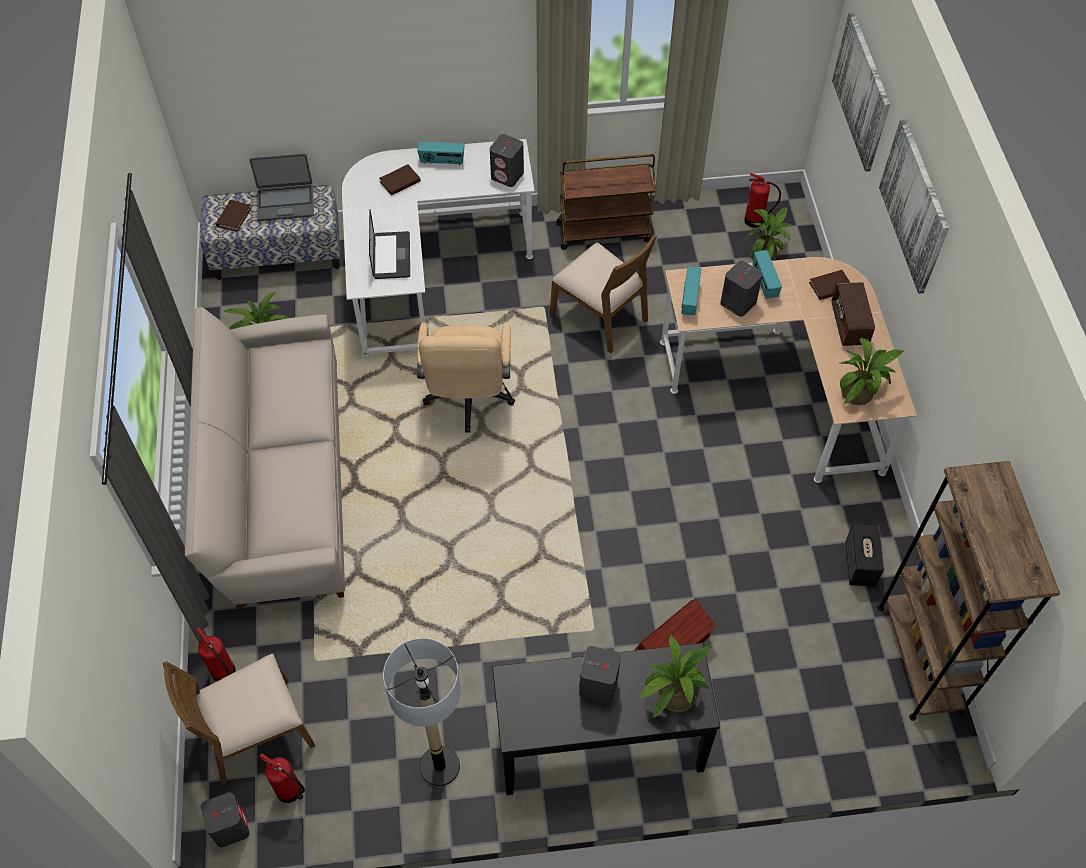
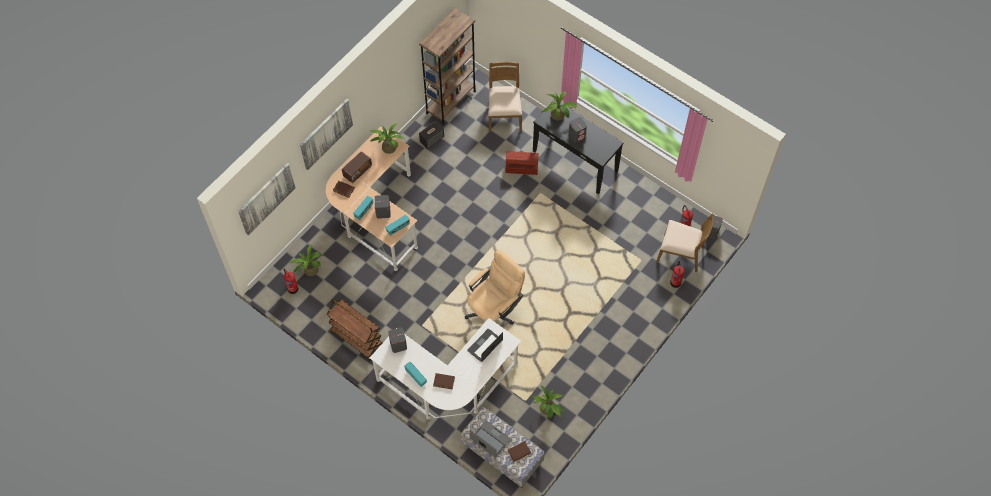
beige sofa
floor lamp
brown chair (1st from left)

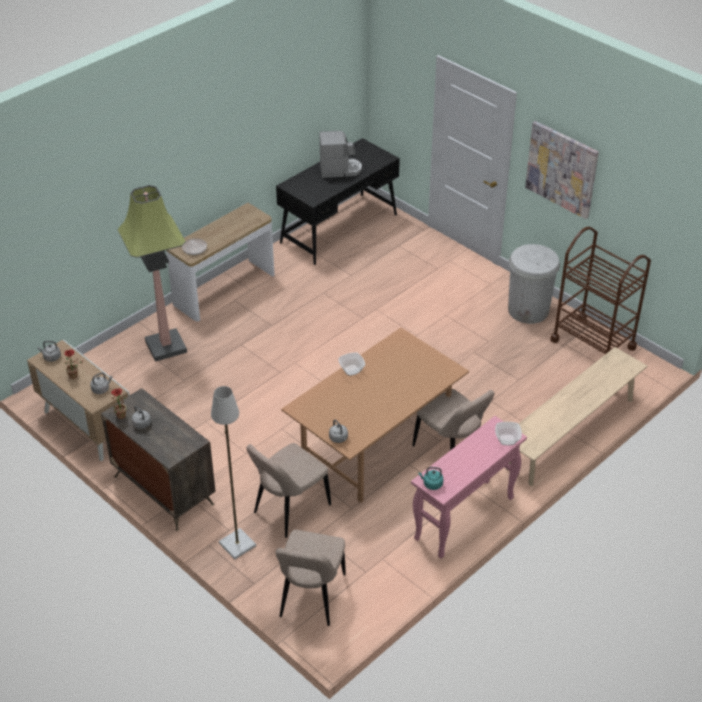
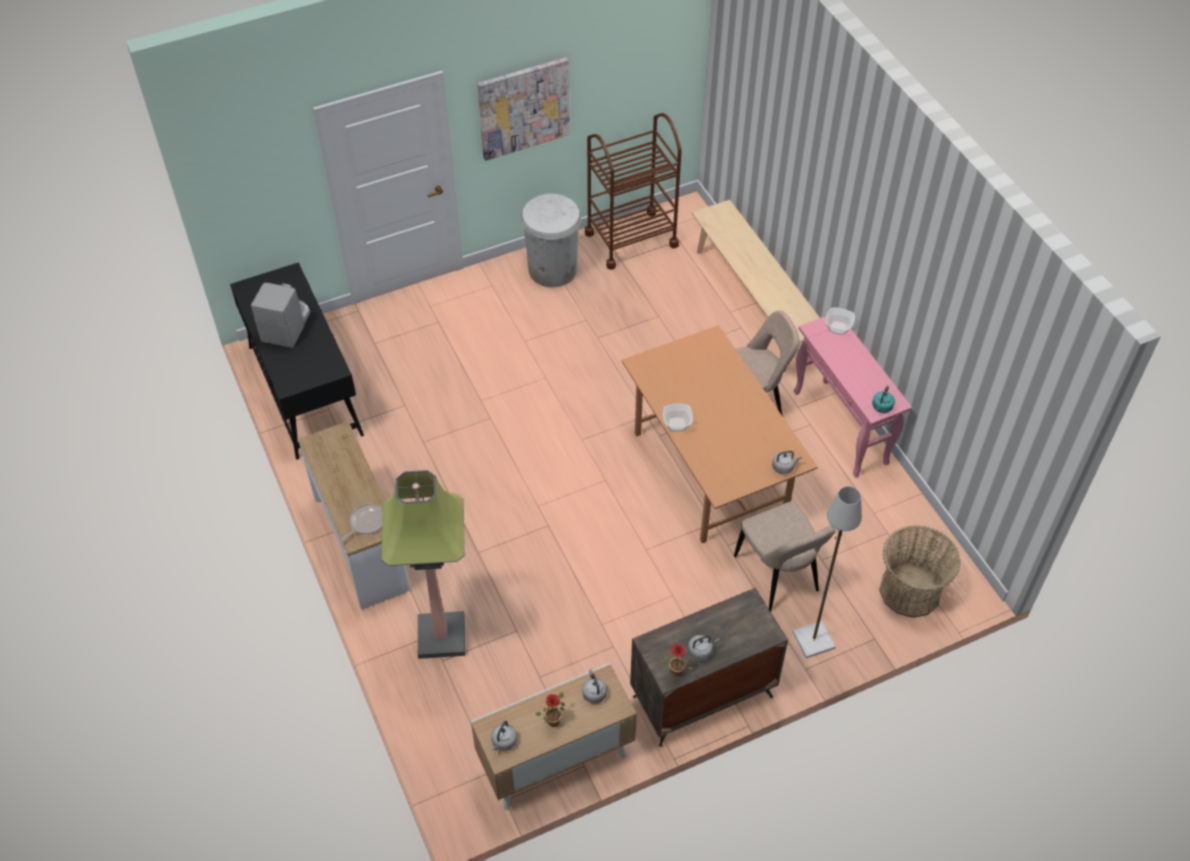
basket

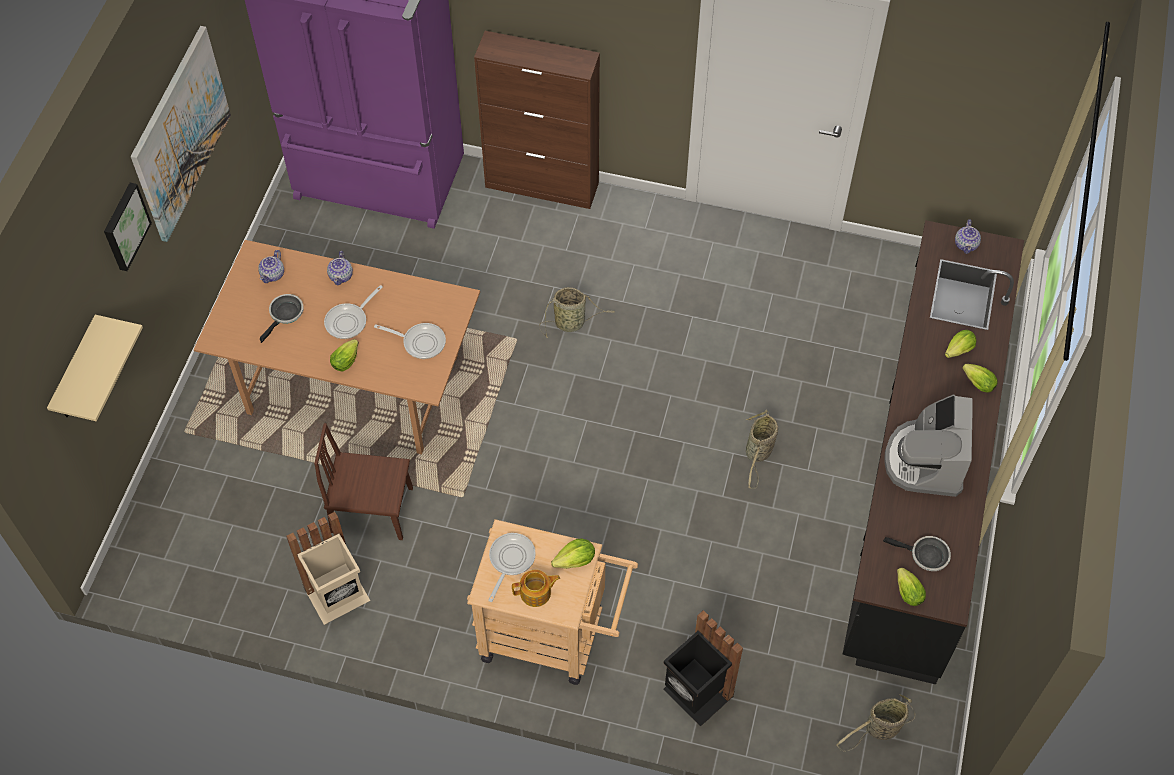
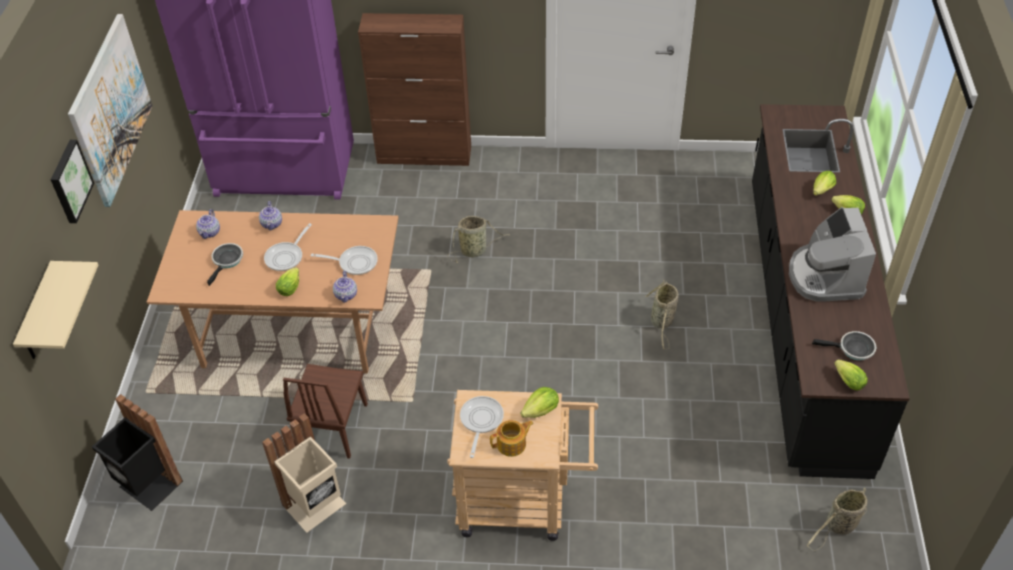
black trash can
teapot (3rd from left)
brown chair

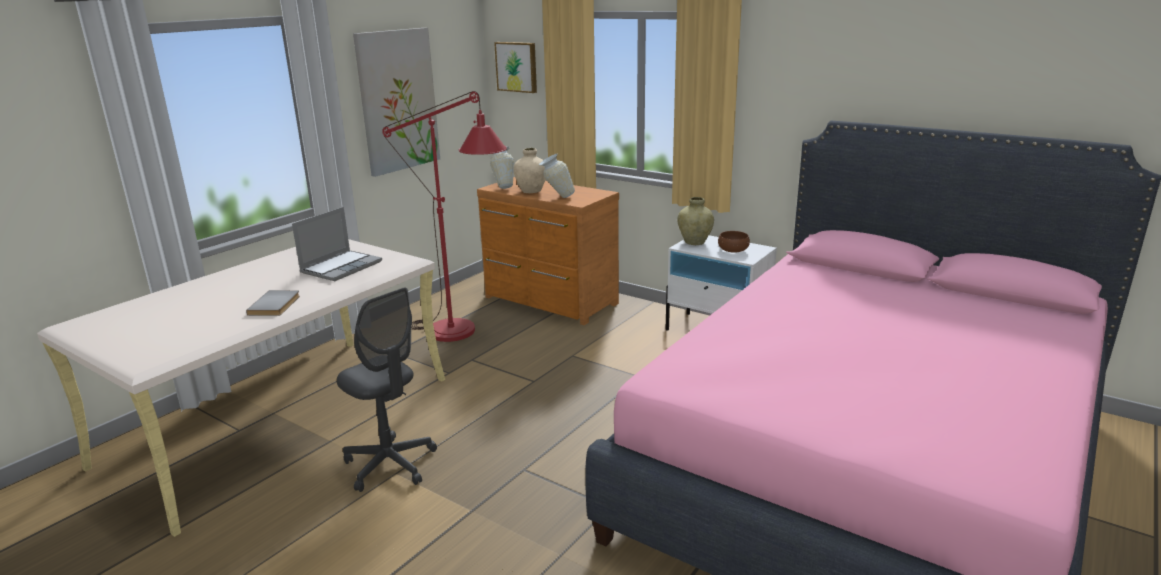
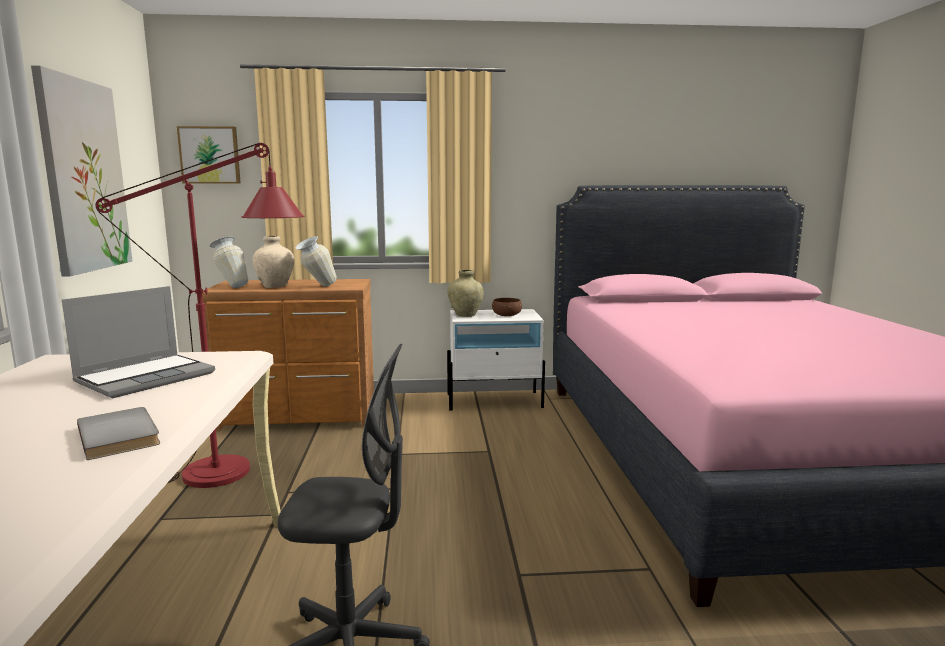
laptop

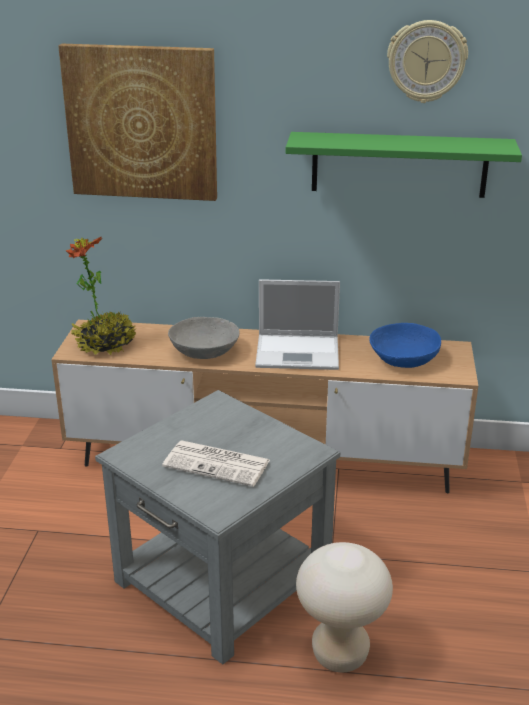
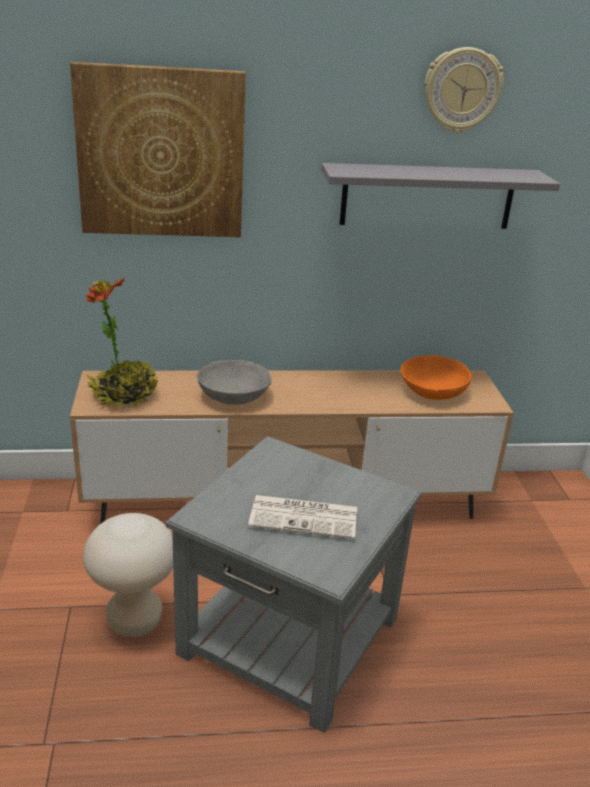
laptop
beige stool
grey shelf
orange bowl

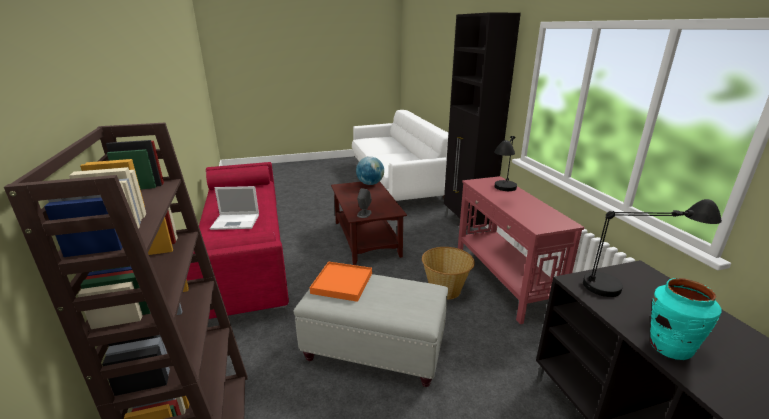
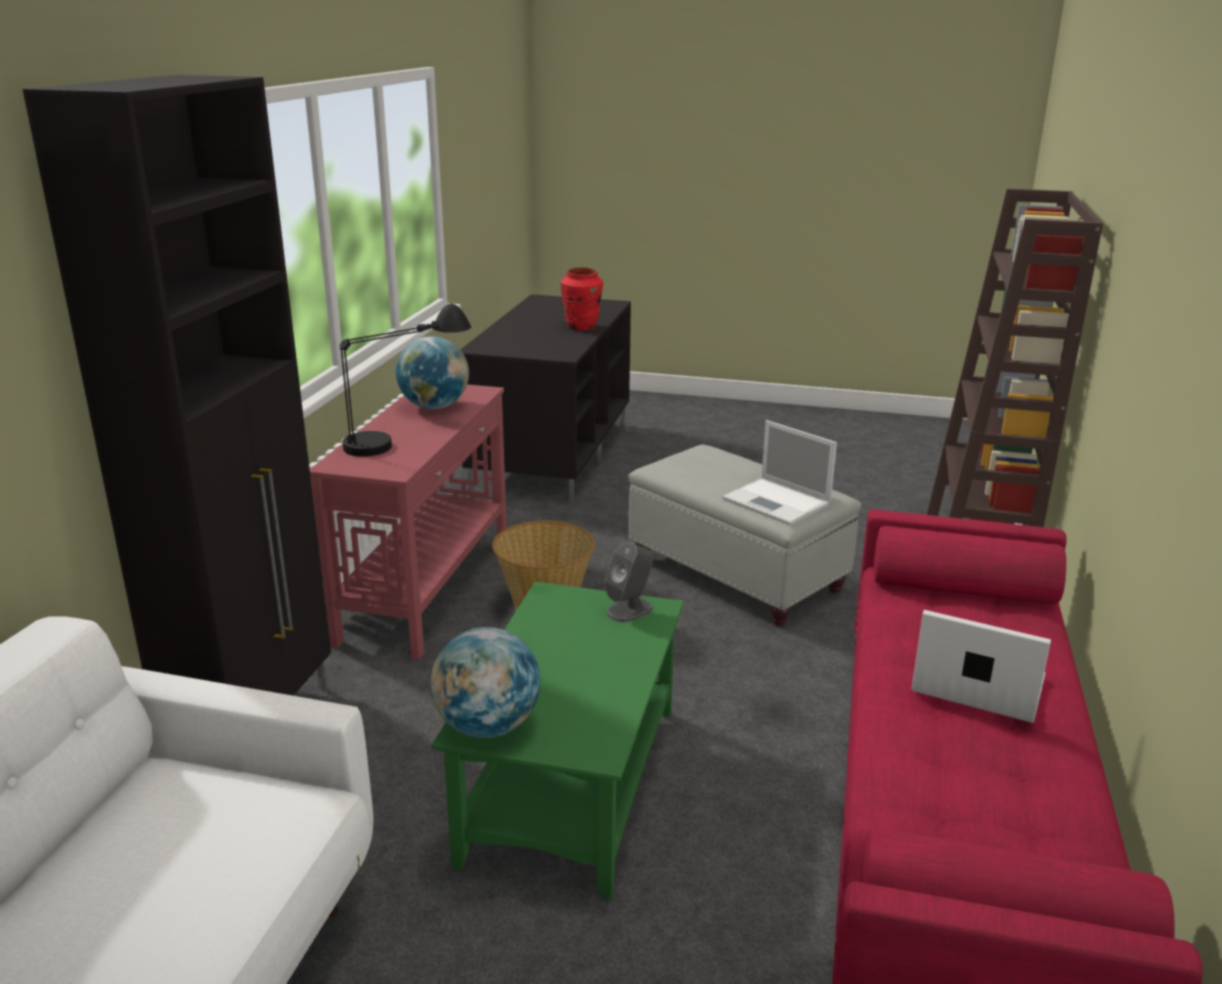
black table lamp (2nd from left in the first image)
globe (1st from left)
laptop (1st from left)
green coffee table
red vase

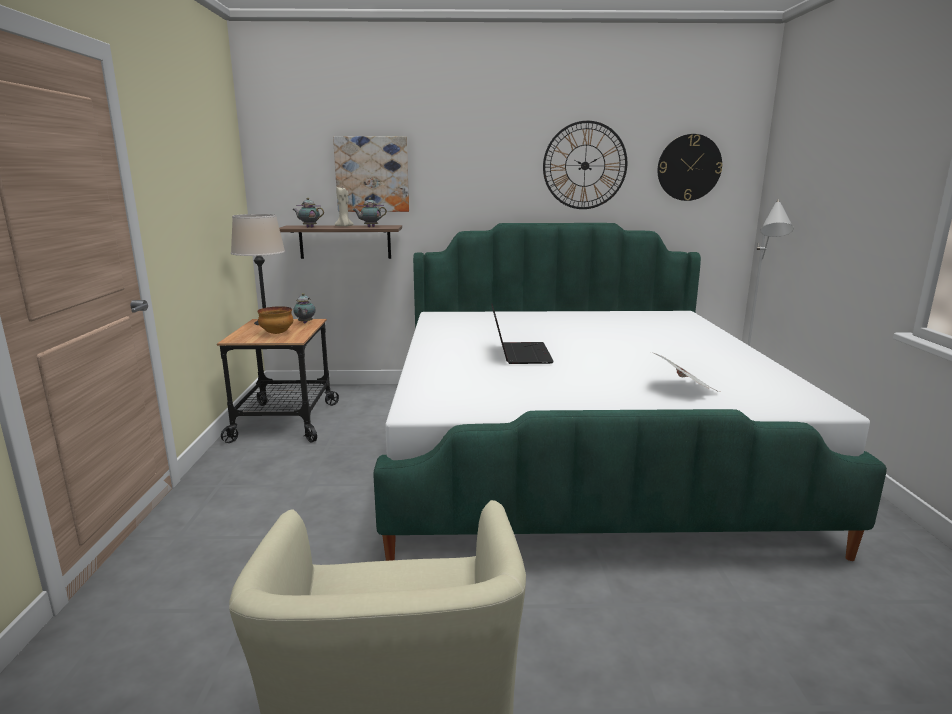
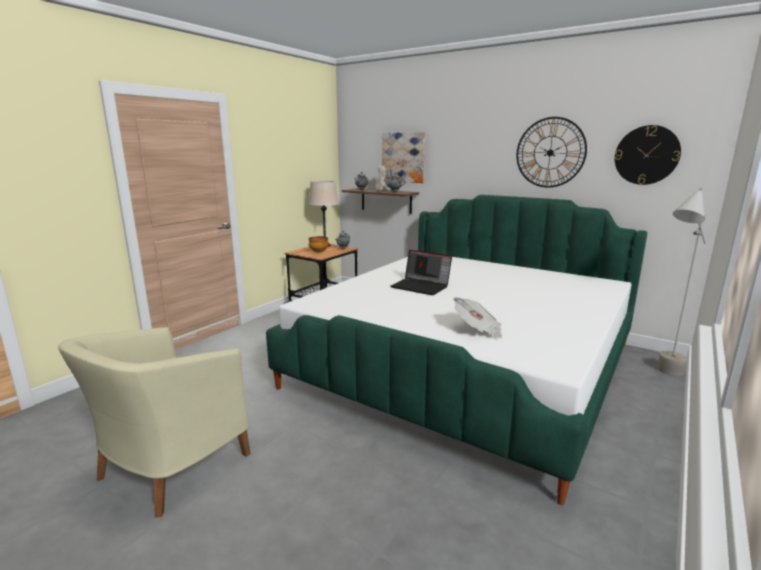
laptop

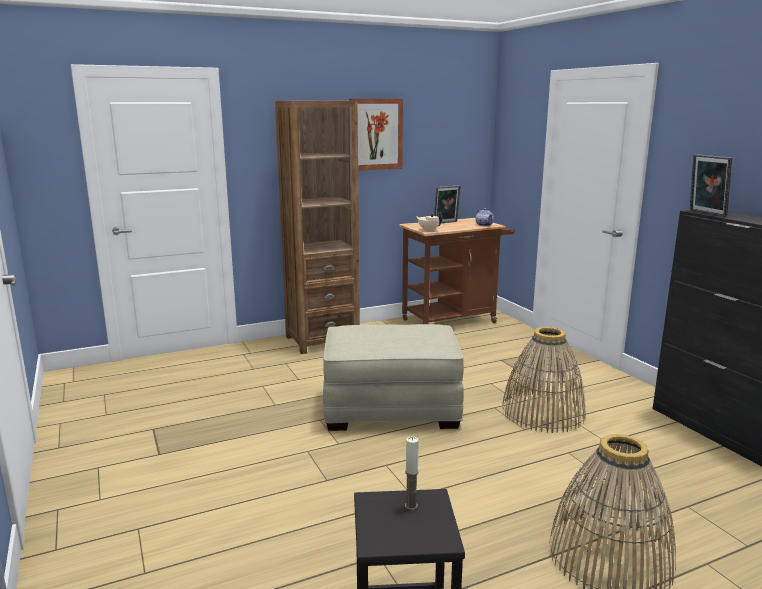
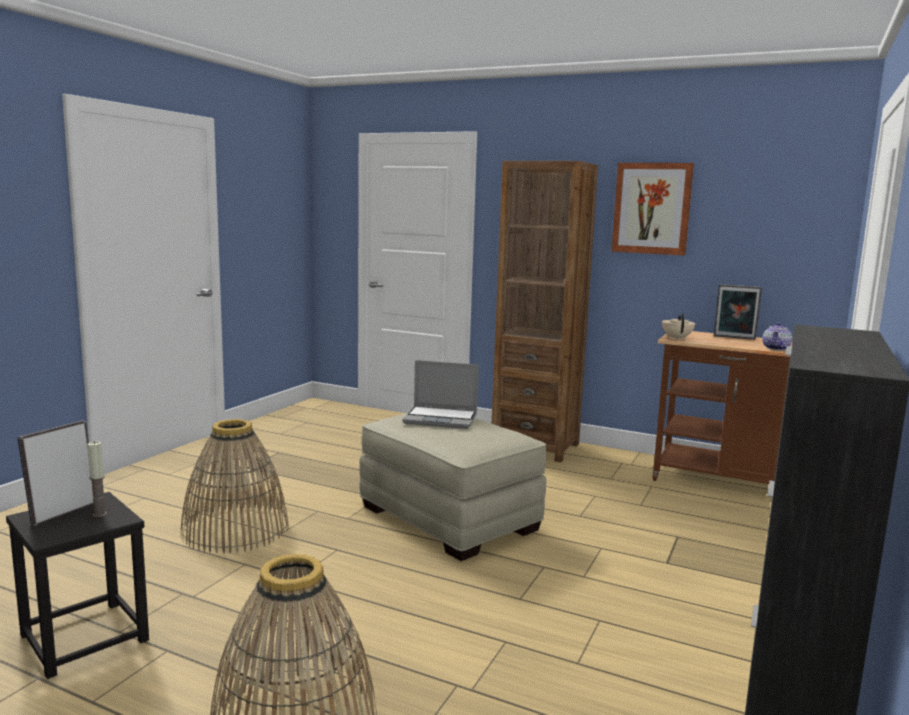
laptop
basket (1st from left)
picture frame (1st from left)

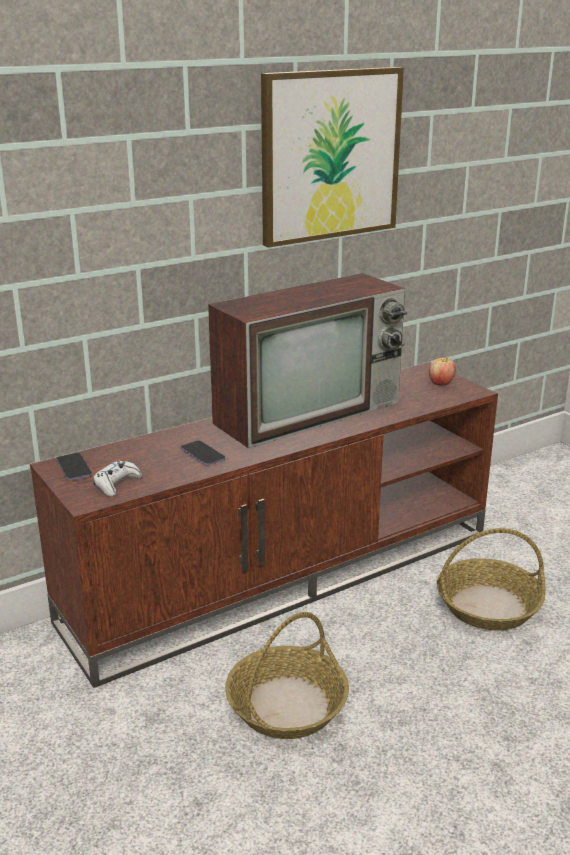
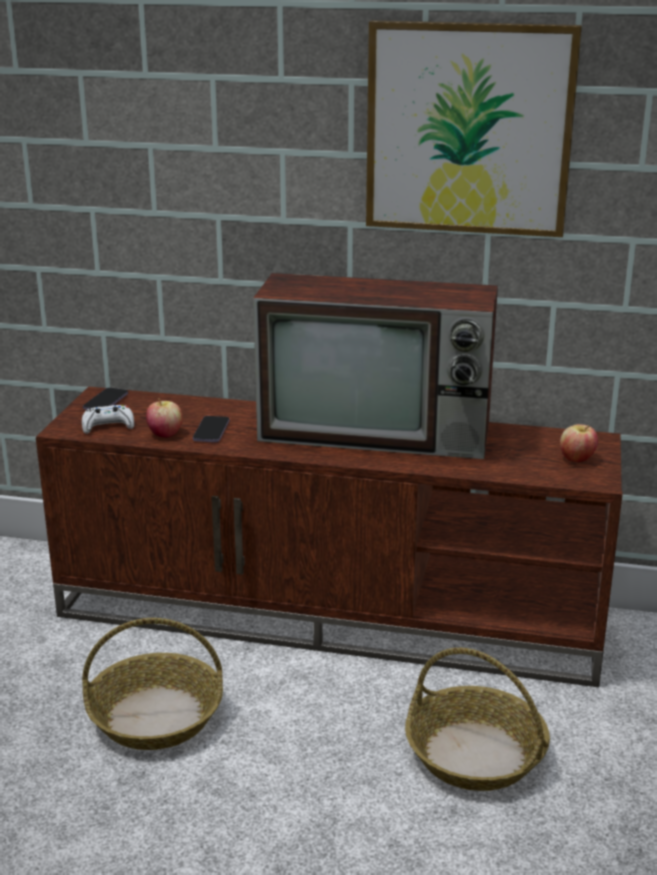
apple (1st from left)

